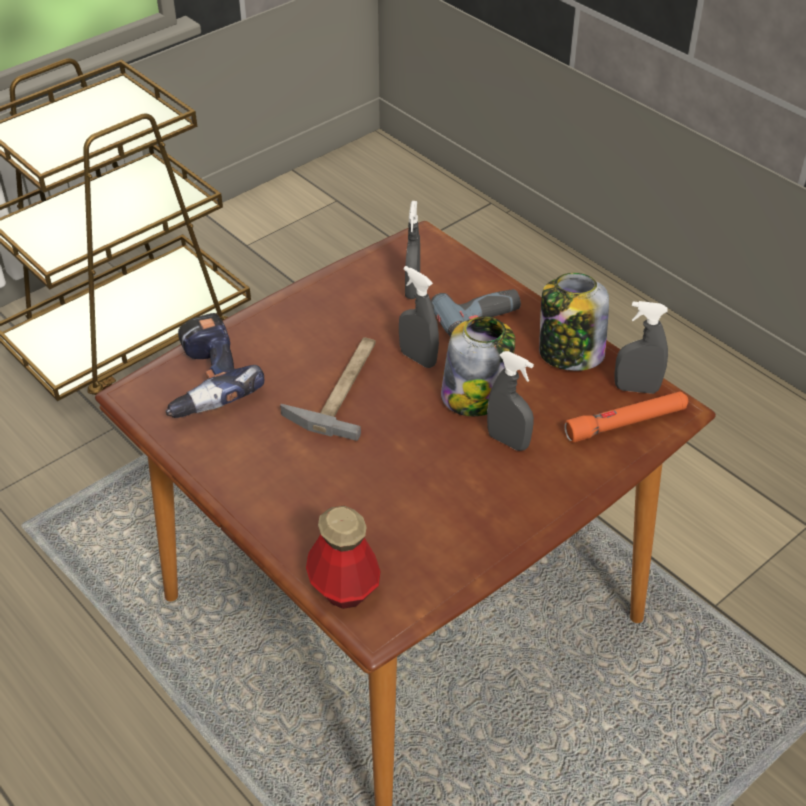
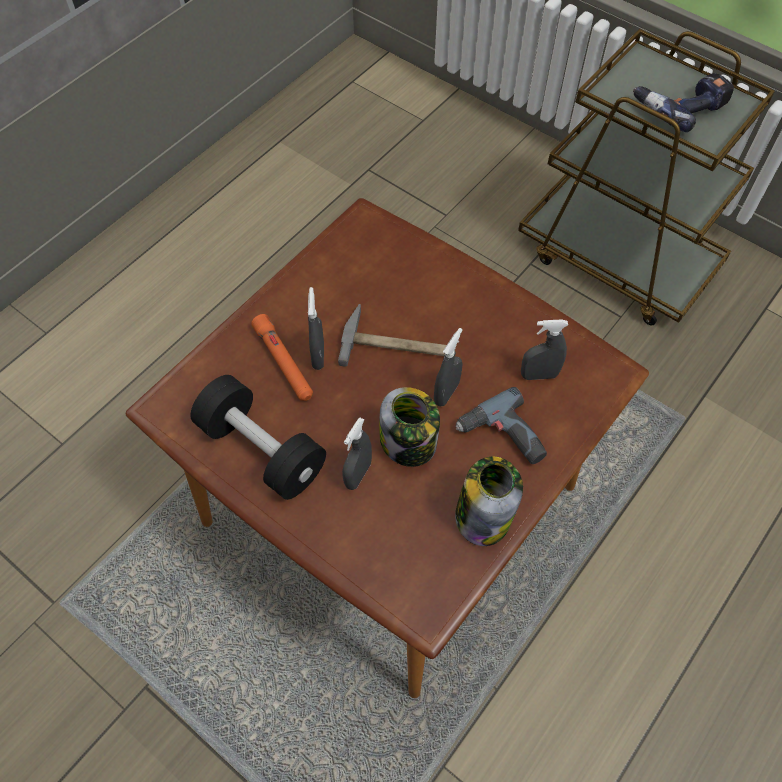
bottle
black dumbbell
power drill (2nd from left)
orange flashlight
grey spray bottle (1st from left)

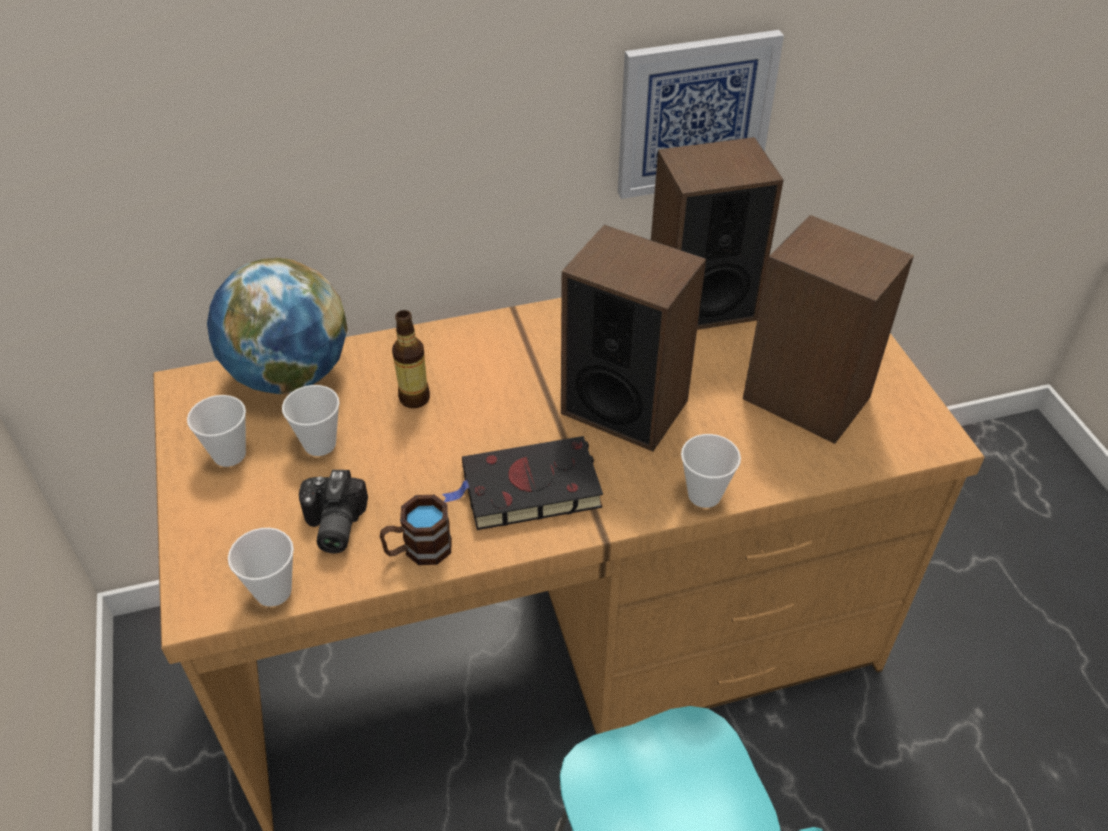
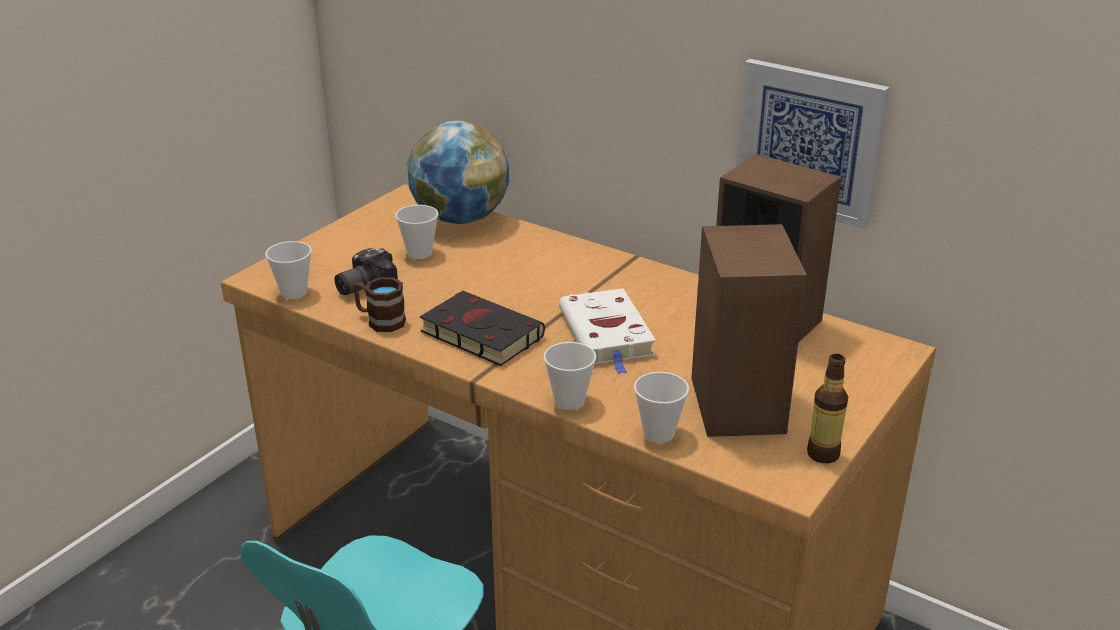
cup (4th from left)
bottle
white book

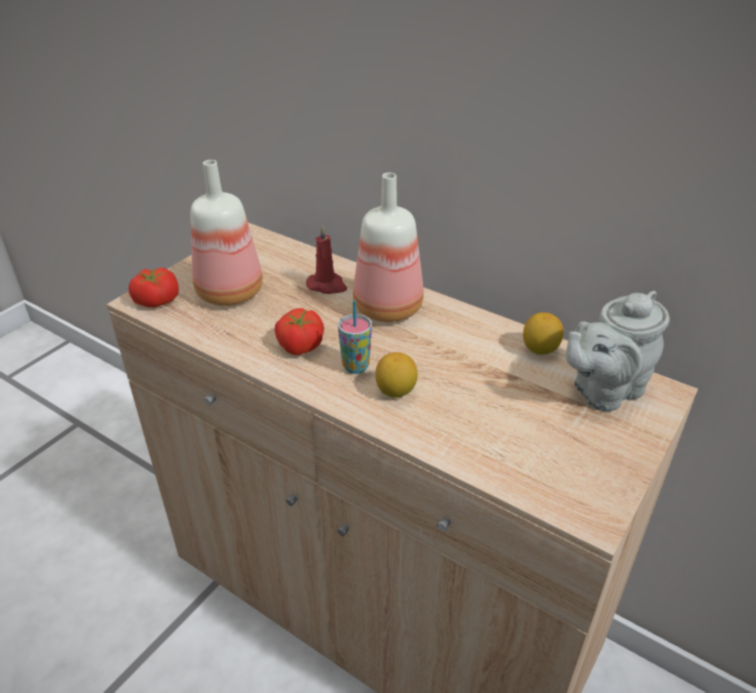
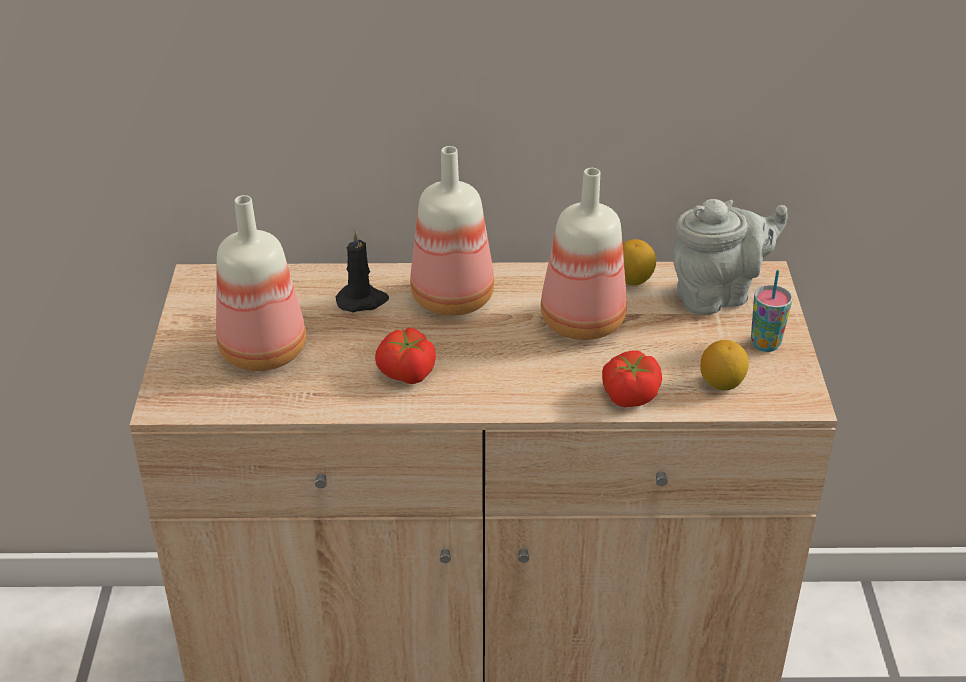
bottle (3rd from left)
tomato (2nd from left)
cup
lemon (2nd from left)
black candle
grey teapot

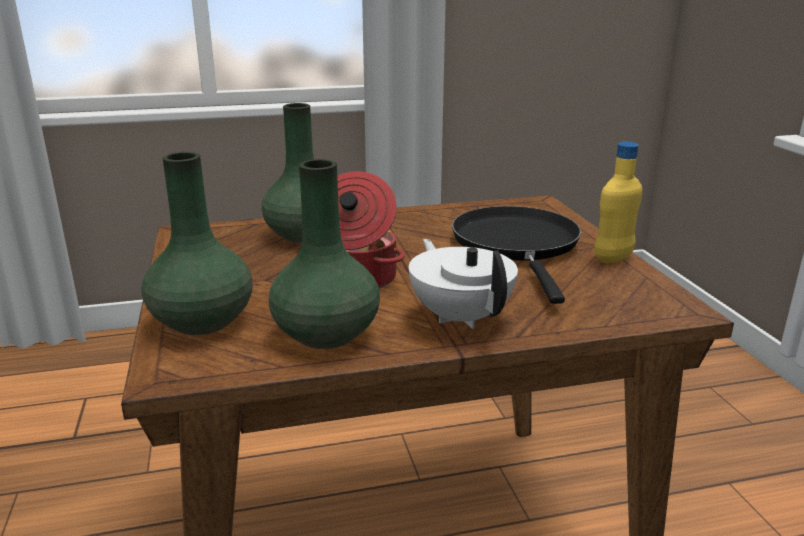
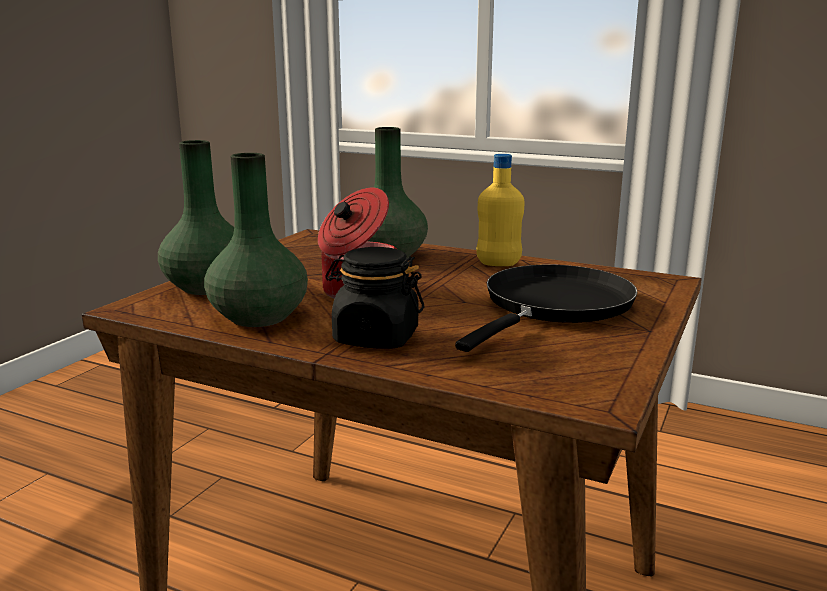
yellow bottle
black jar

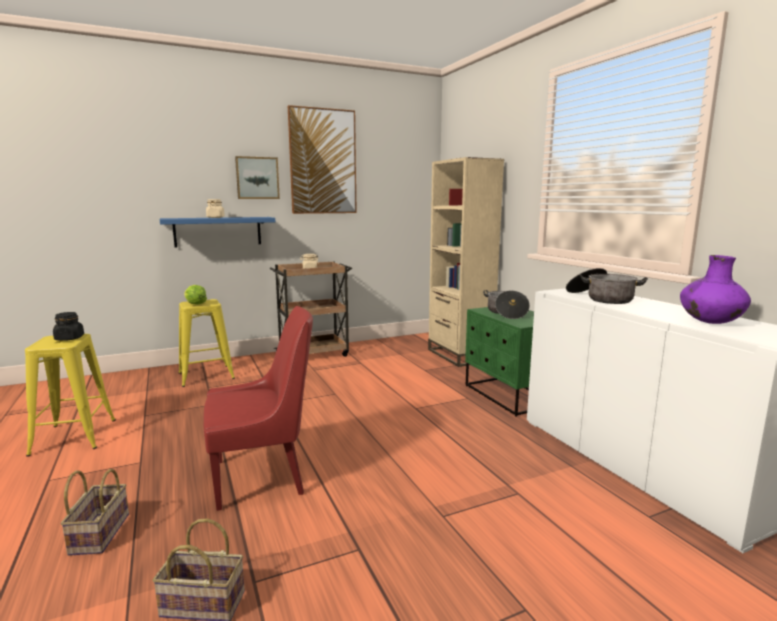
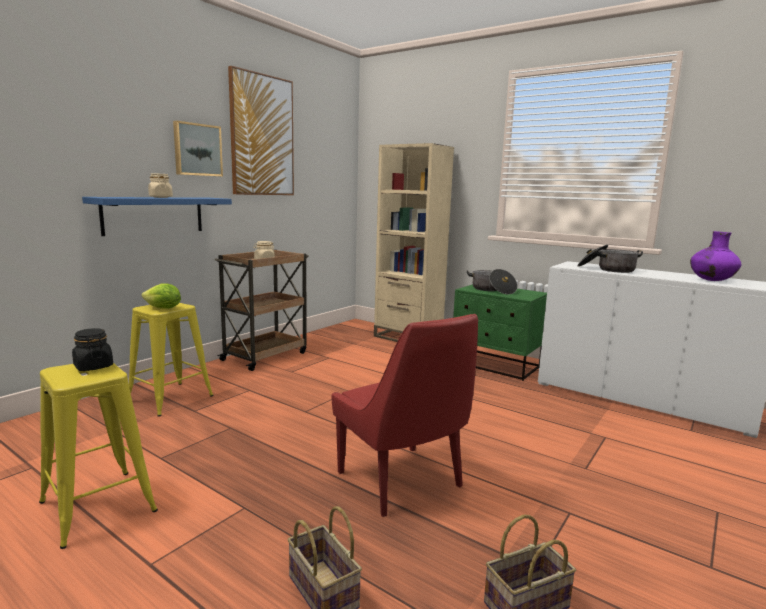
red chair

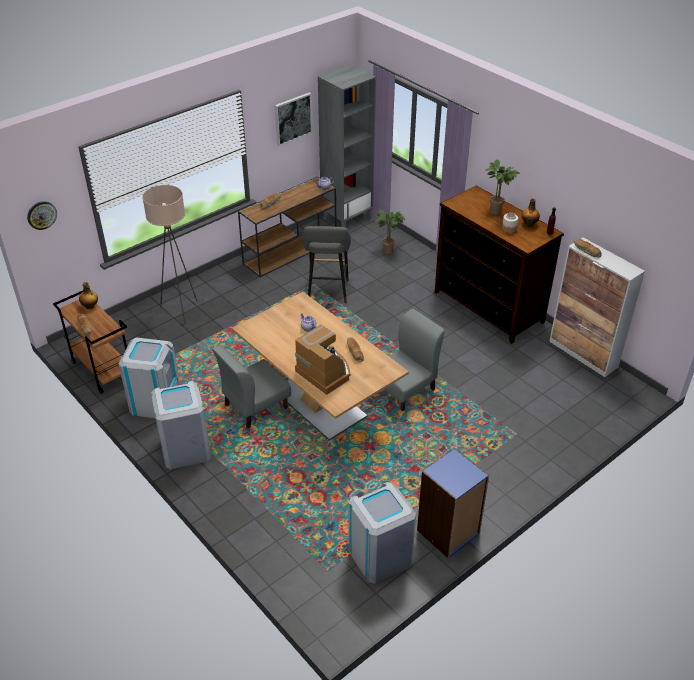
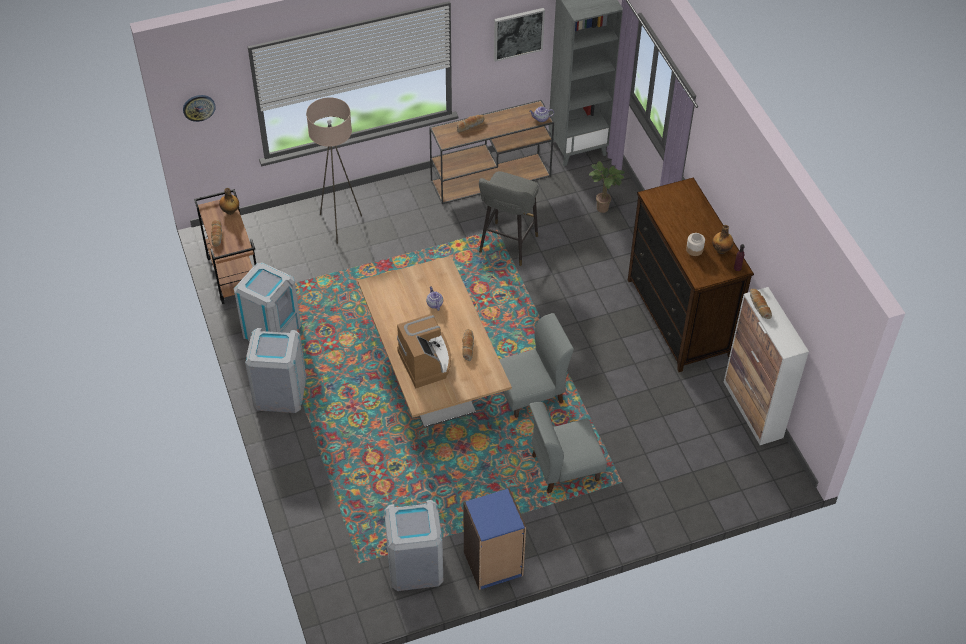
potted plant (2nd from left in the first image)
grey chair (2nd from left)

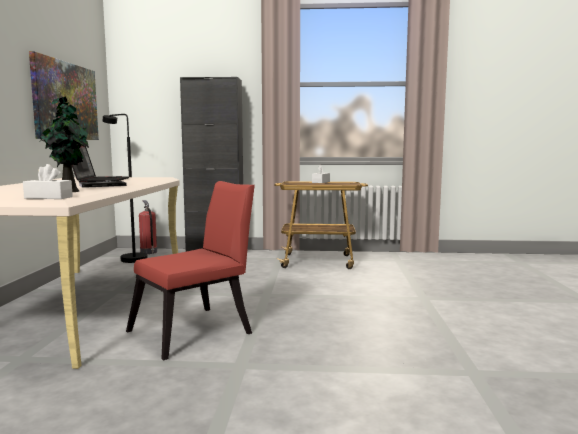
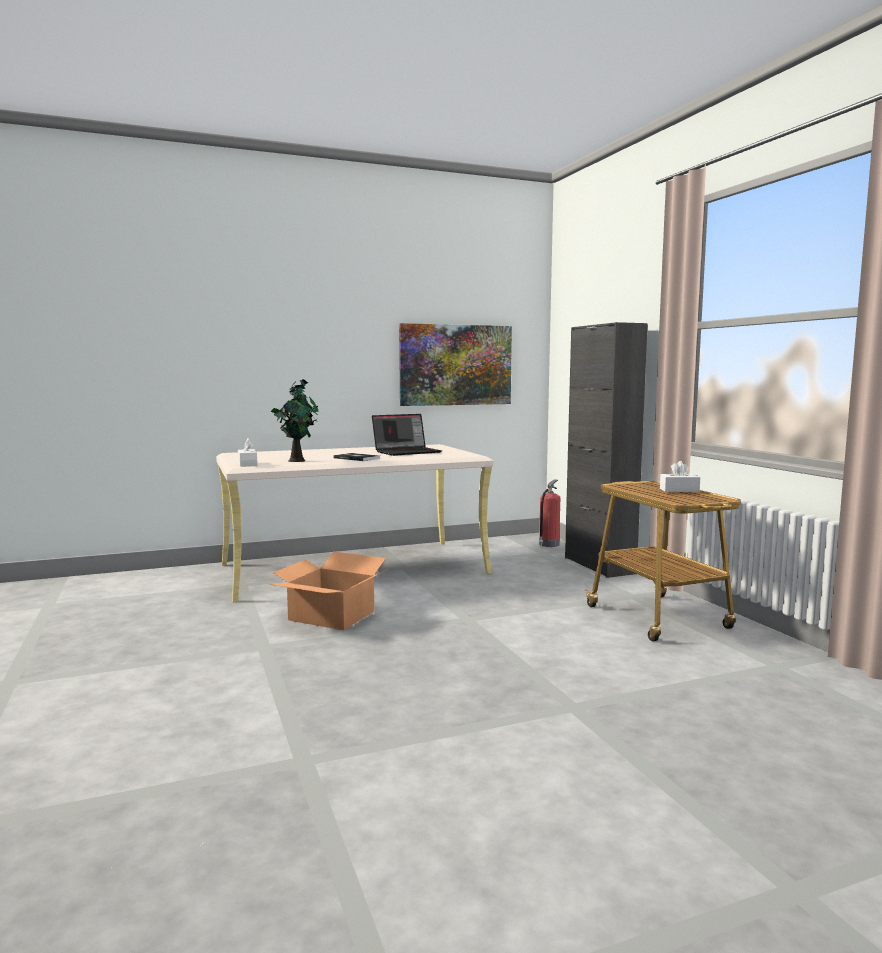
black floor lamp
cardboard box

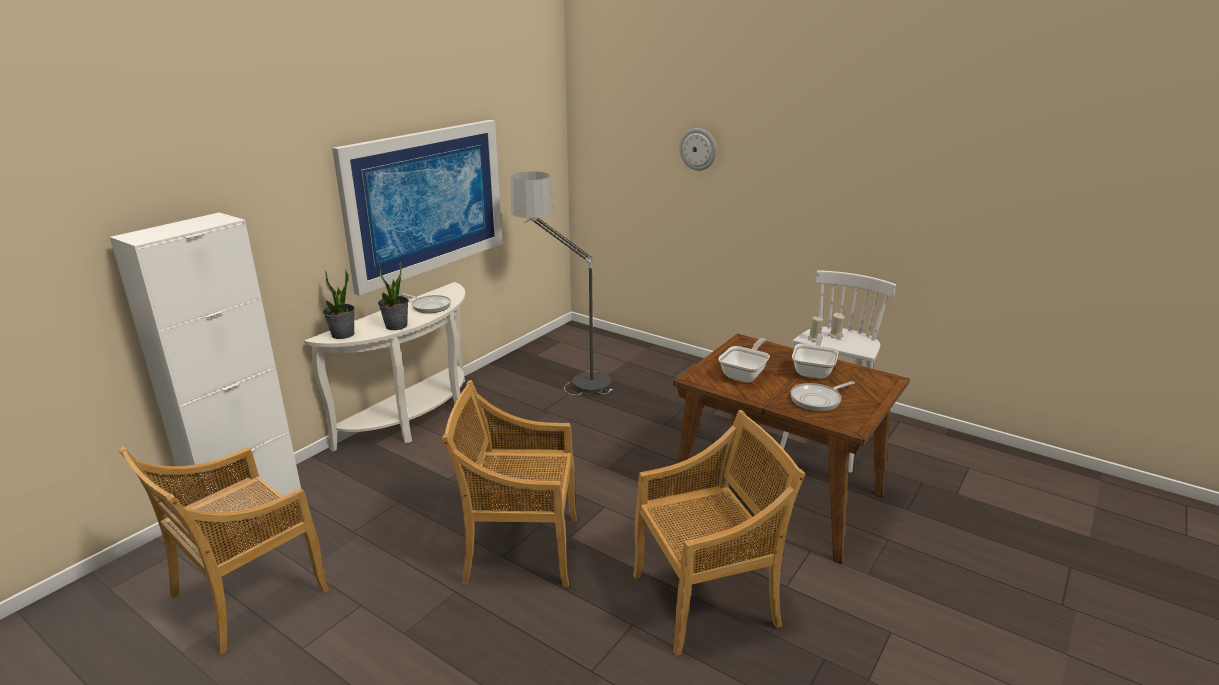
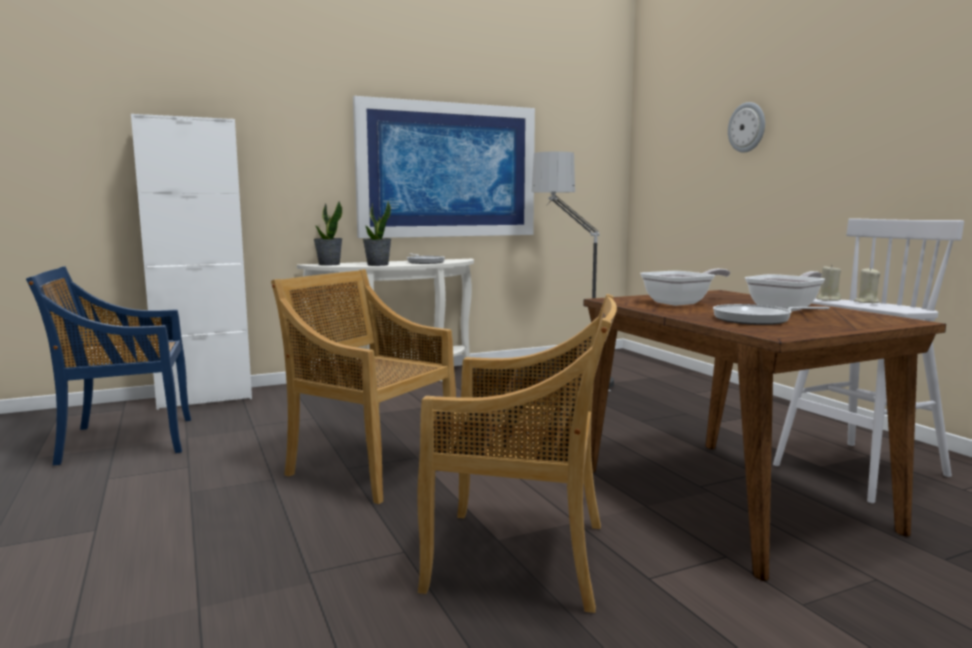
blue chair

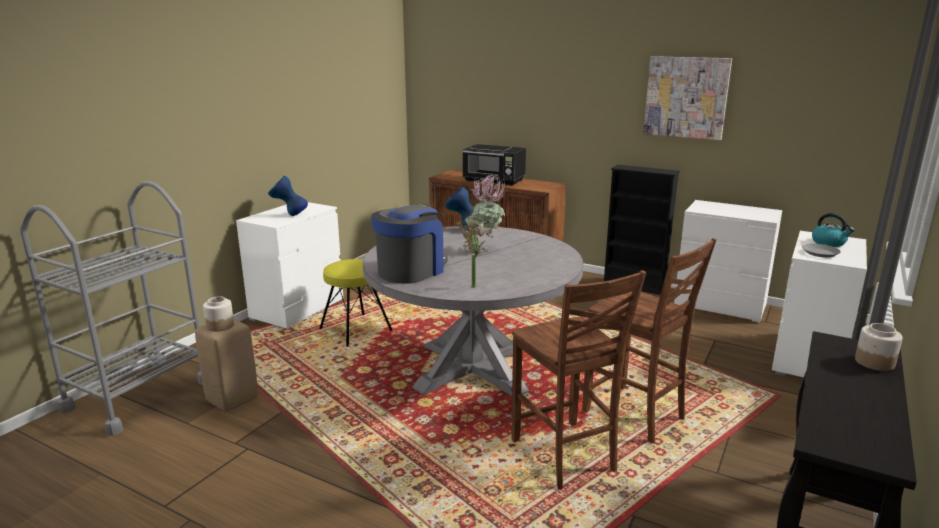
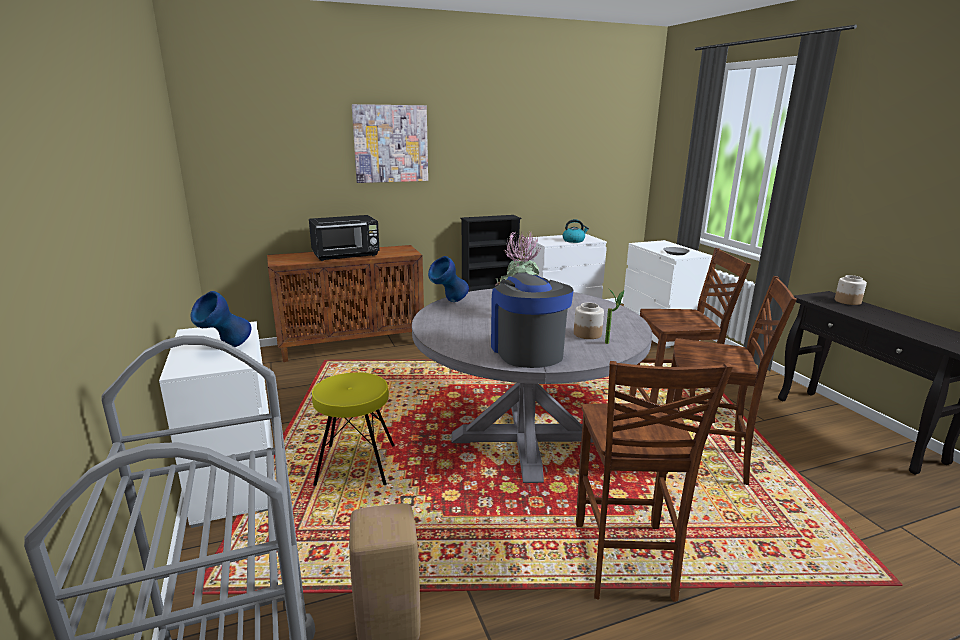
brown chair (1st from left)
jar (1st from left)
picture
kettle

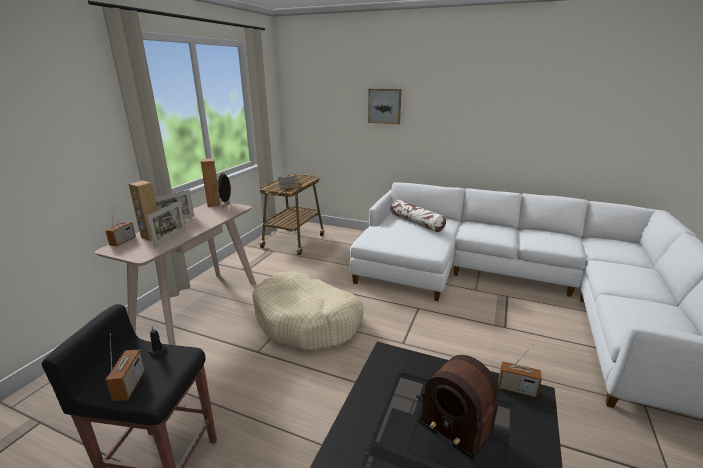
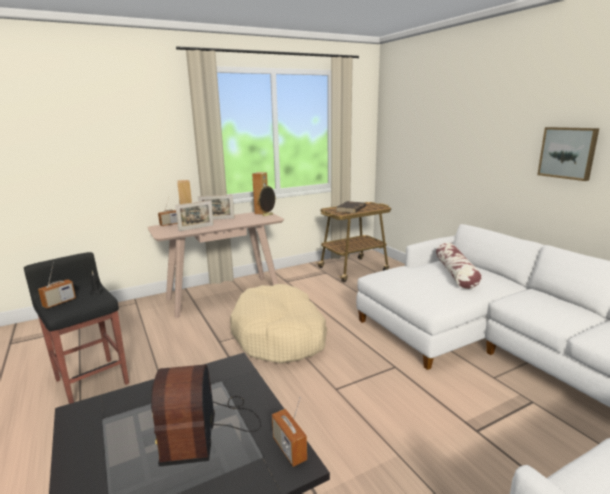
picture

